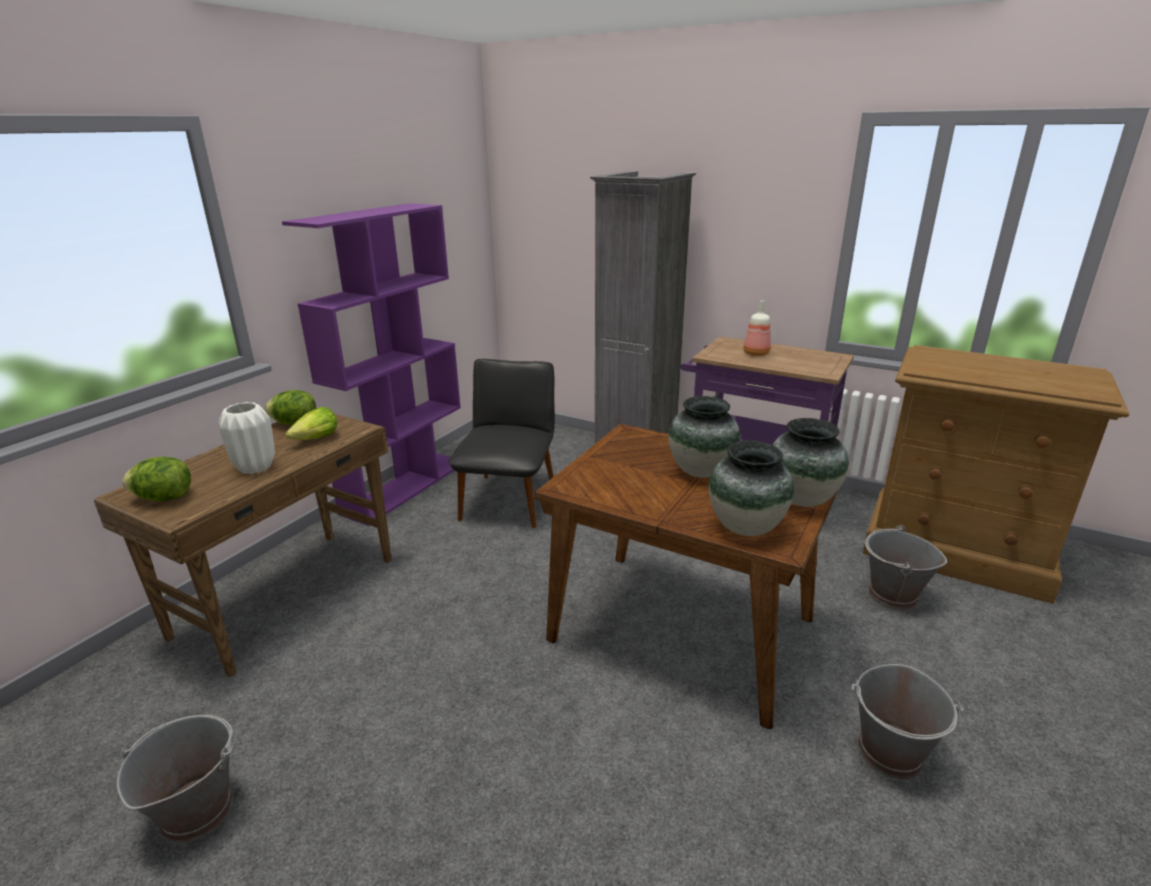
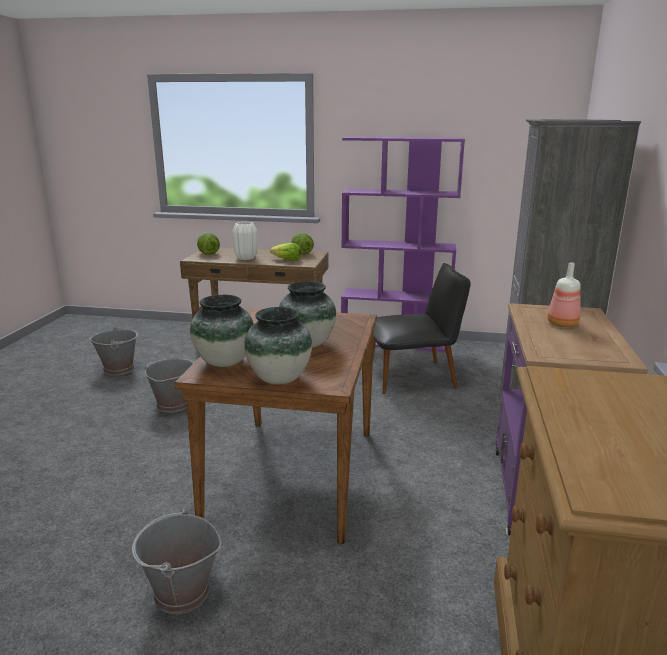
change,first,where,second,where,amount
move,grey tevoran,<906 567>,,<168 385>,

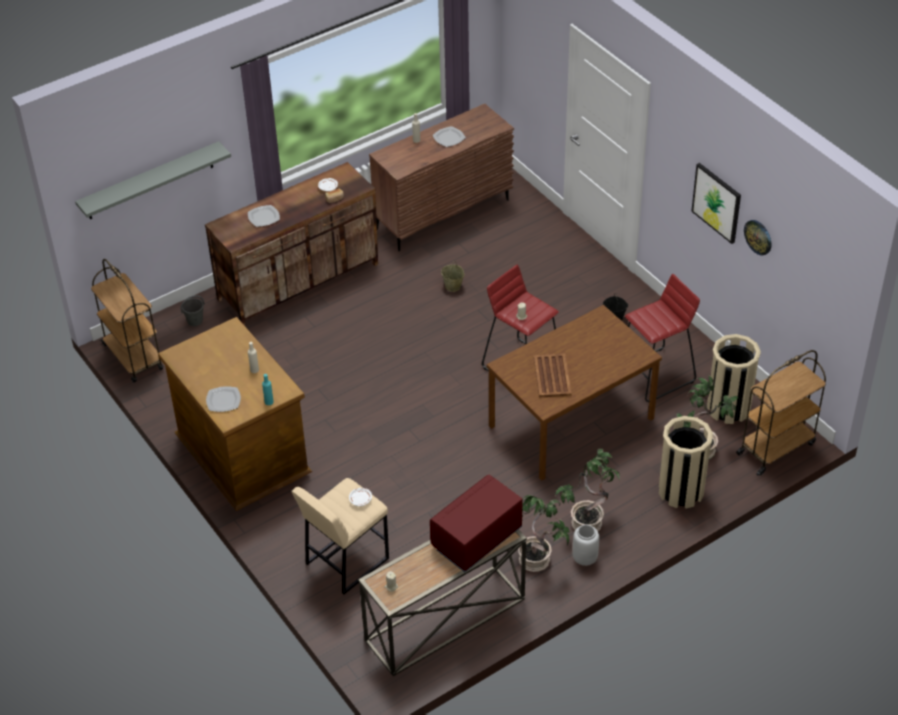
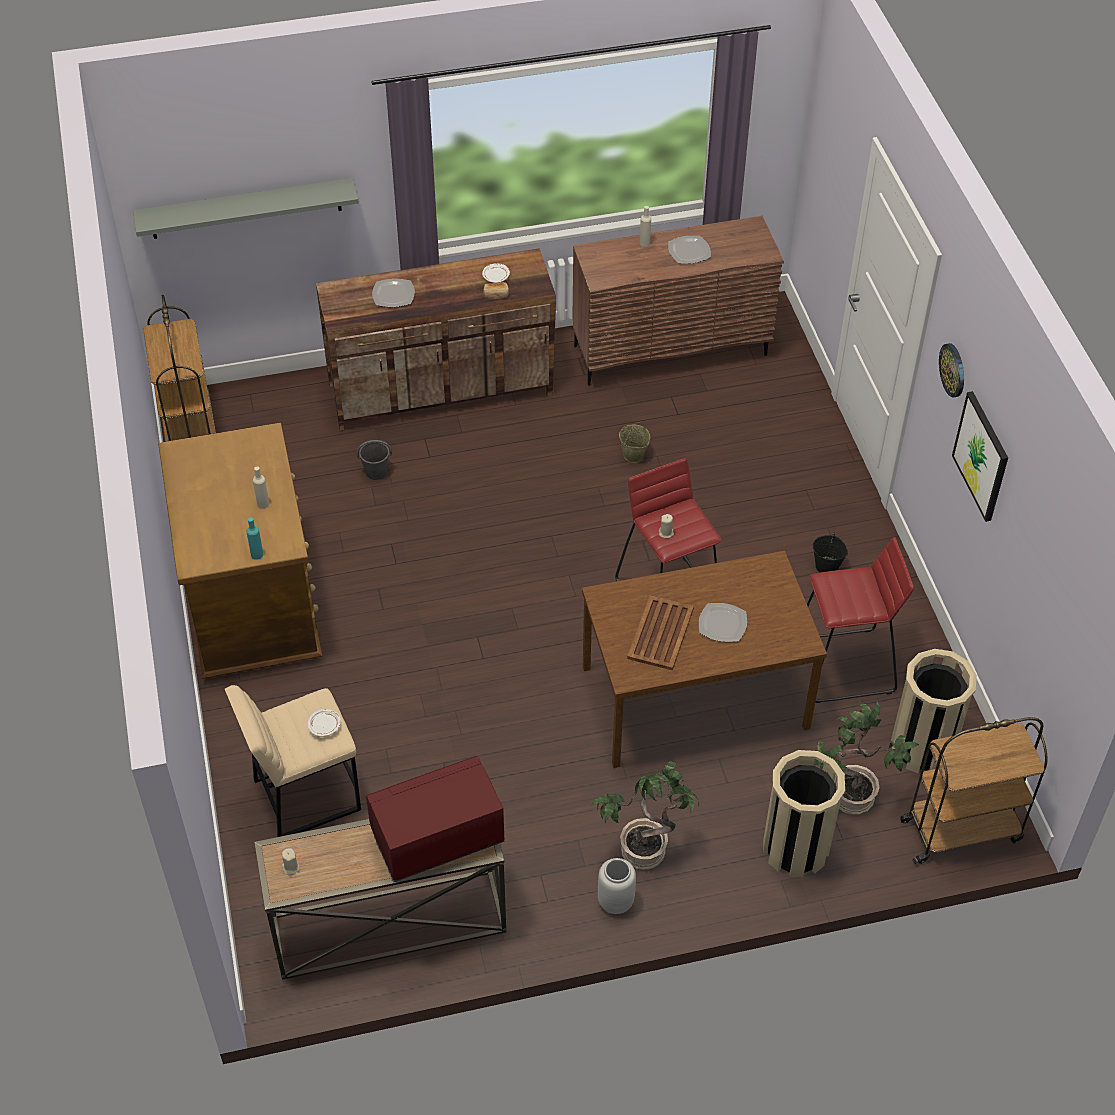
change,first,where,second,where,amount
move,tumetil,<757 237>,,<951 370>,
move,grey tevoran,<193 310>,,<374 460>,
move,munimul,<223 399>,,<723 622>,
delete,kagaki,<544 533>,,,

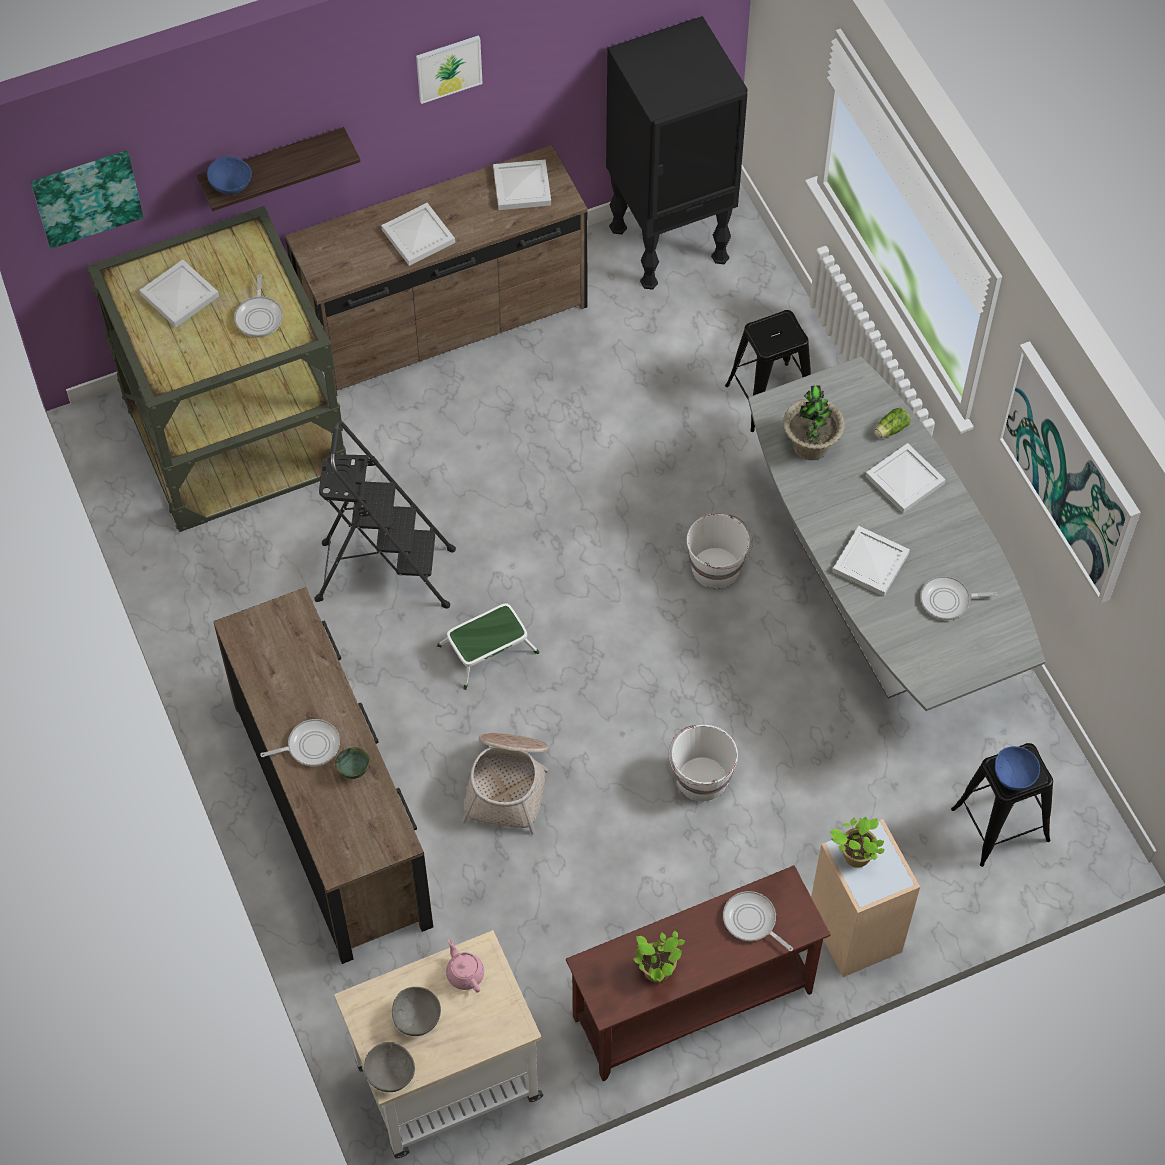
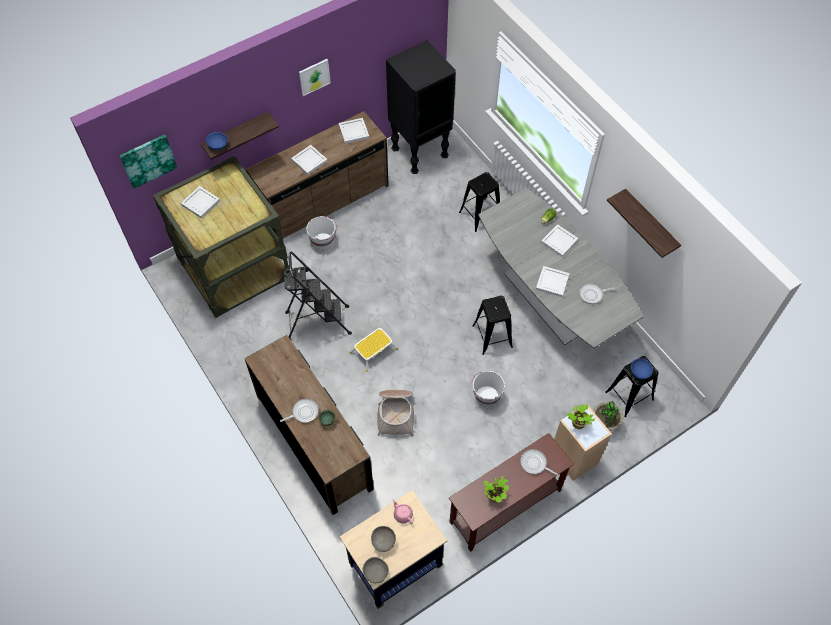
change,first,where,second,where,amount
delete,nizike,<258 306>,,,
replace,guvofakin,<1069 472>,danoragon,<644 223>,
move,kagaki,<814 422>,,<608 416>,
move,white tevoran,<720 551>,,<321 233>,
recolor,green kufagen,<488 646>,yellow kufagen,<373 350>,
recolor,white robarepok,<438 1044>,blue robarepok,<393 549>,
insert,,,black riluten,<492 325>,

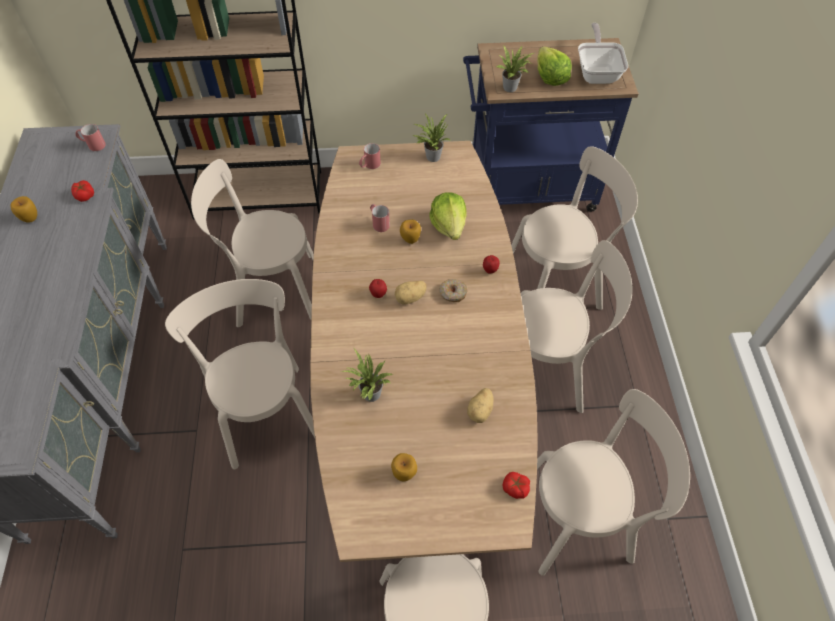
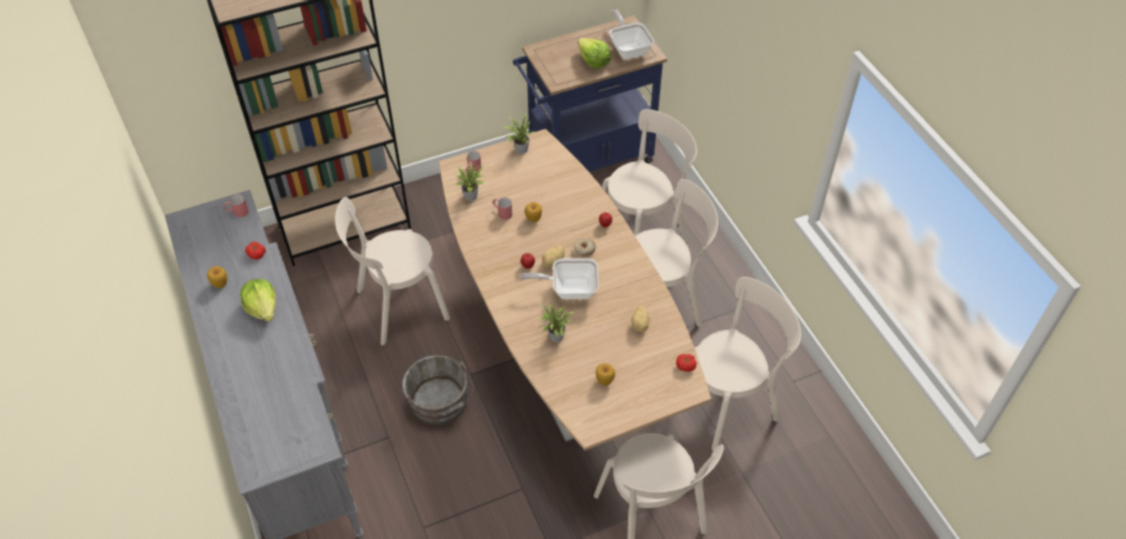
change,first,where,second,where,amount
move,kagaki,<515 68>,,<470 181>,
move,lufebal,<448 216>,,<258 300>,
replace,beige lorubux,<240 374>,grey tevoran,<438 389>,
insert,,,nizike,<559 278>,

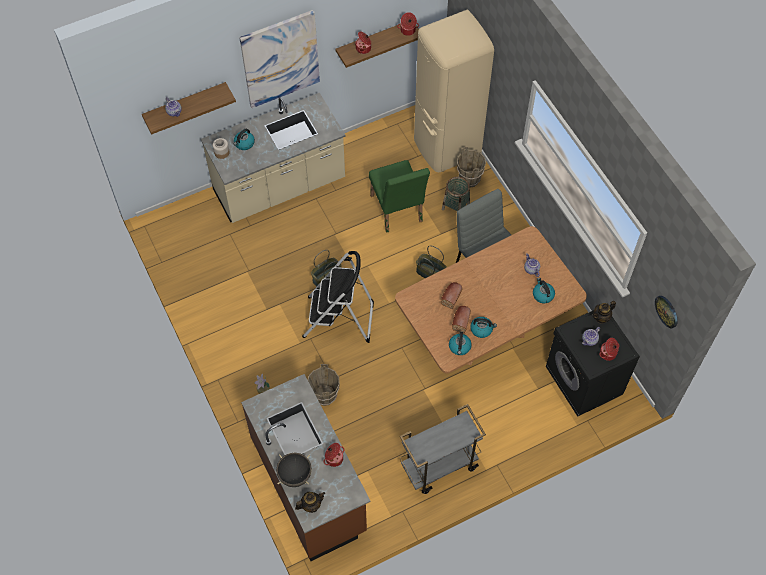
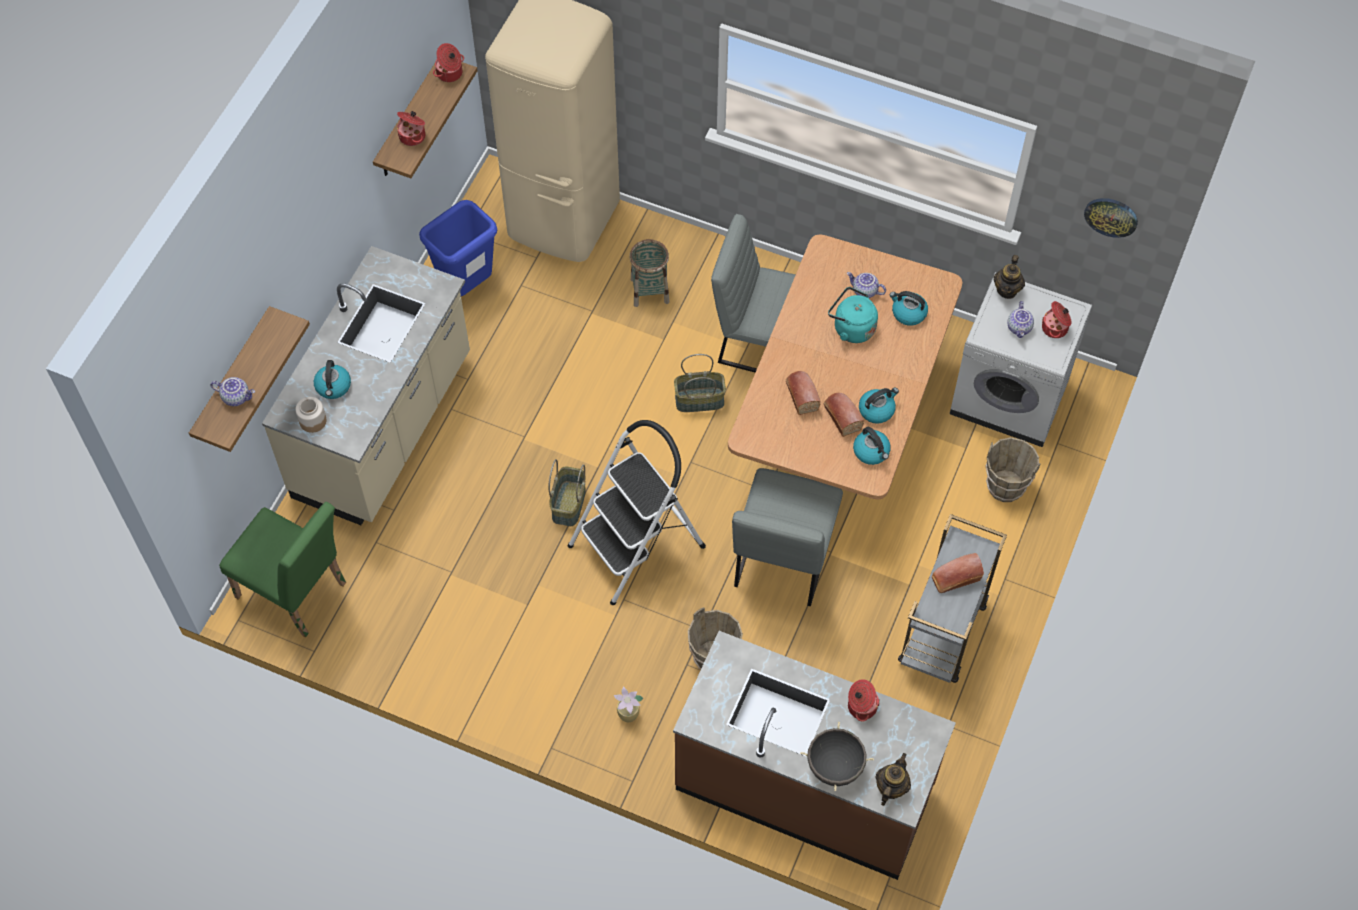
change,first,where,second,where,amount
delete,guvofakin,<279 59>,,,
move,brown tevoran,<471 167>,,<1012 469>,
move,green lorubux,<399 196>,,<282 569>,
recolor,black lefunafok,<593 363>,white lefunafok,<1021 359>,
insert,,,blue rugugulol,<458 248>,
insert,,,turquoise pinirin,<853 315>,
insert,,,grey lorubux,<787 537>,
insert,,,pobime,<958 573>,

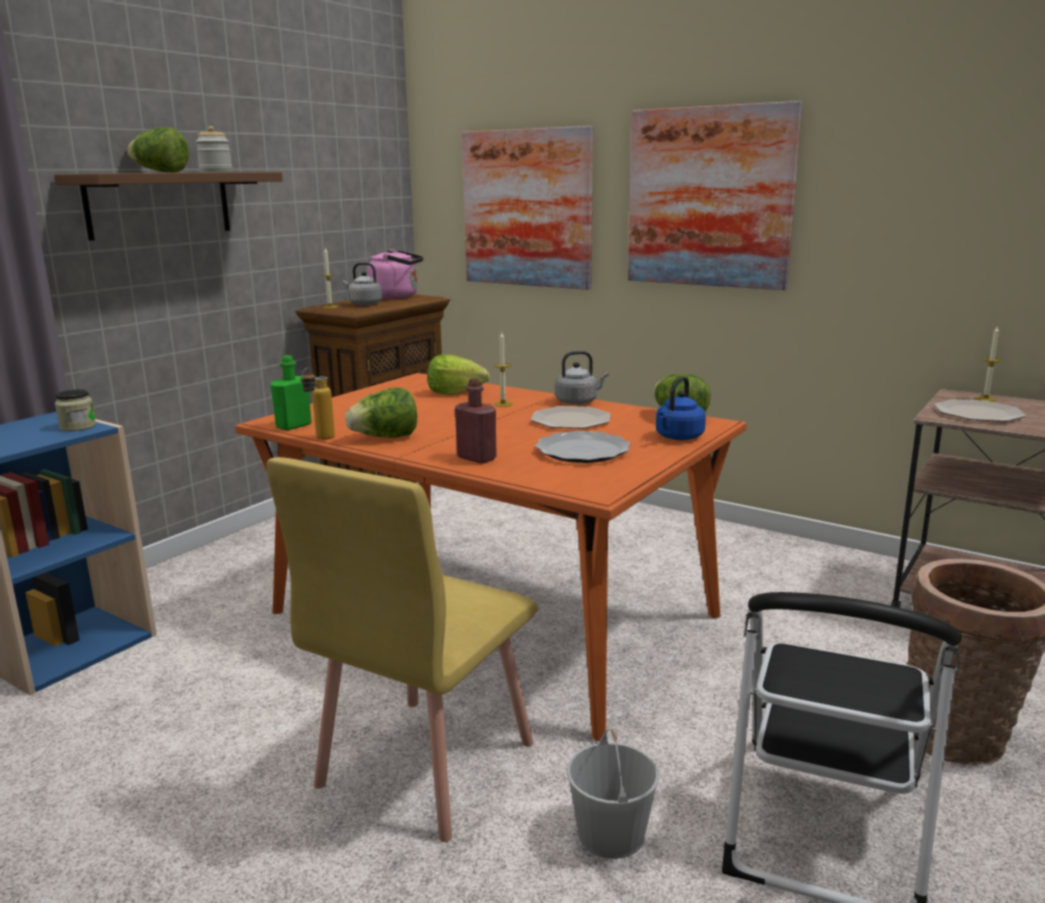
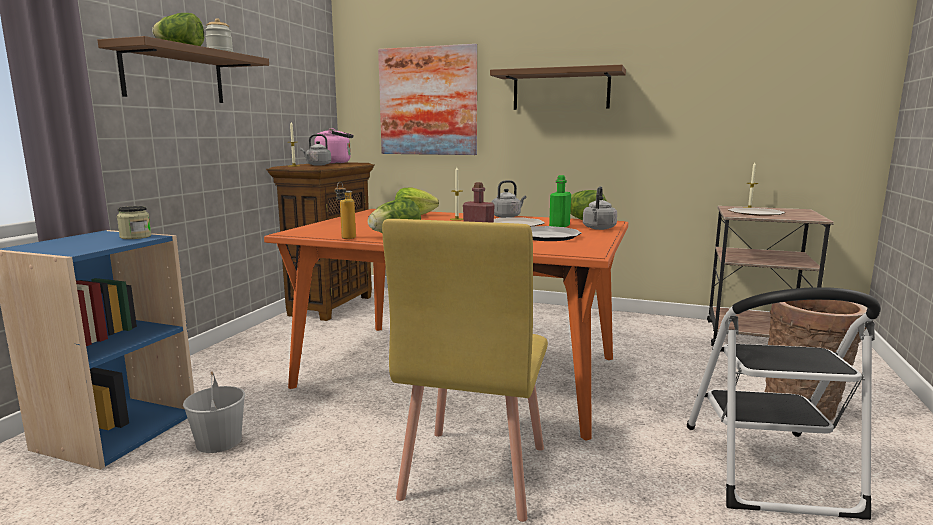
change,first,where,second,where,amount
replace,guvofakin,<715 195>,brown danoragon,<558 87>,
move,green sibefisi,<291 392>,,<560 201>,
recolor,blue pinirin,<681 408>,grey pinirin,<600 208>,
move,white tevoran,<613 794>,,<214 412>,

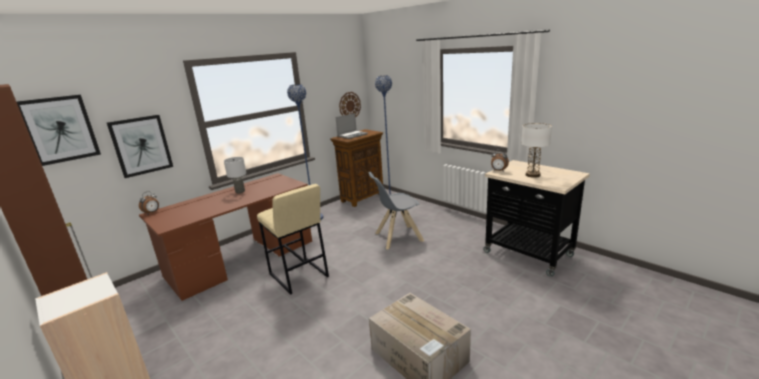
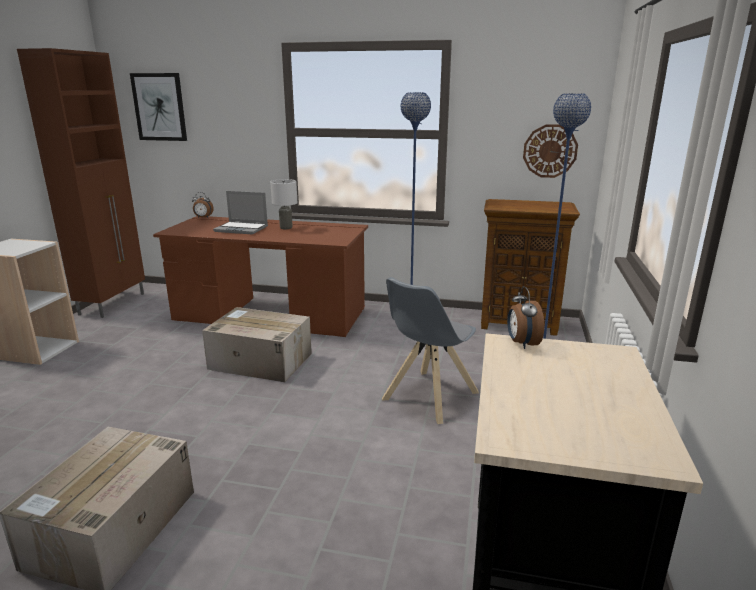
change,first,where,second,where,amount
move,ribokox,<351 126>,,<240 213>,
delete,guvofakin,<140 146>,,,
delete,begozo,<536 150>,,,
rotate,grey lorubux,<396 211>,,<430 350>,90 degrees counterclockwise
replace,beige riluten,<293 239>,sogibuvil,<257 344>,

